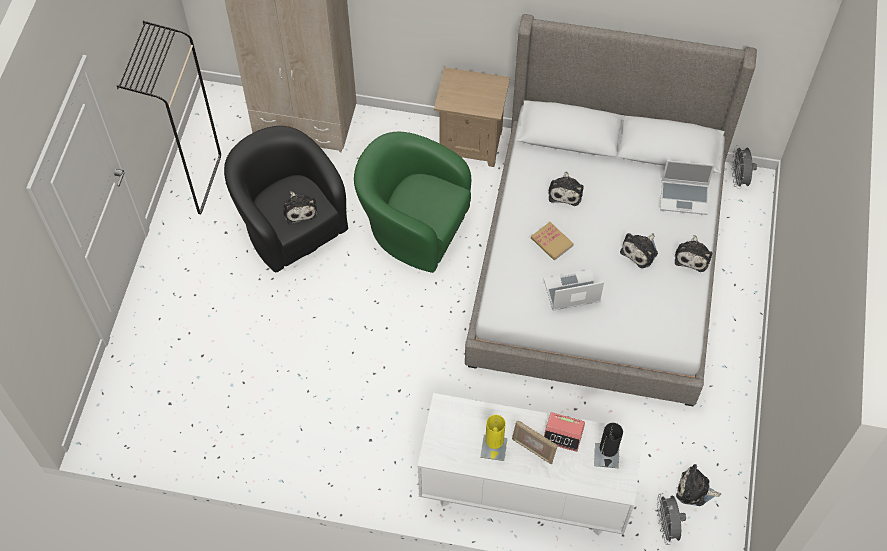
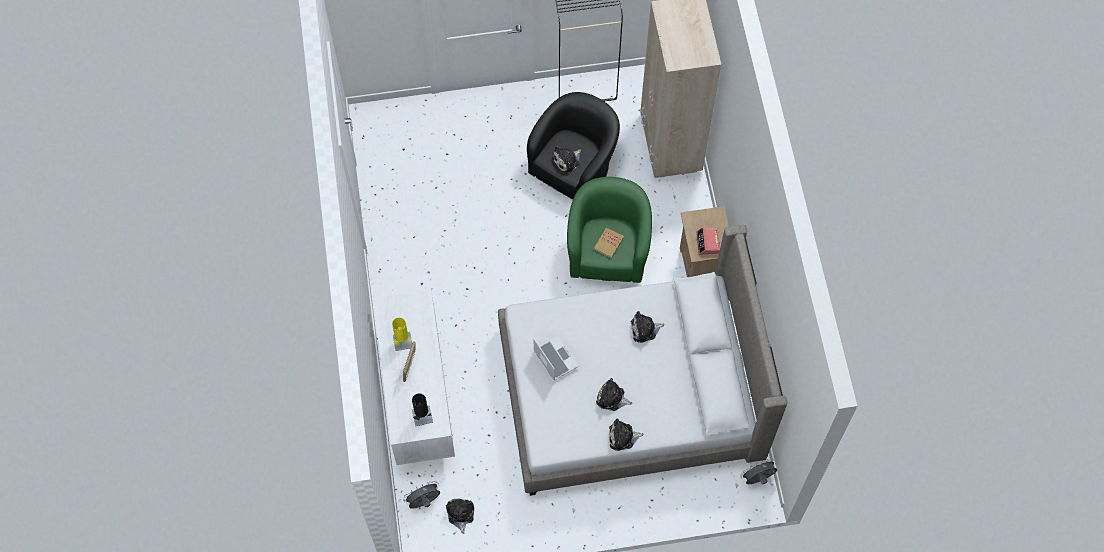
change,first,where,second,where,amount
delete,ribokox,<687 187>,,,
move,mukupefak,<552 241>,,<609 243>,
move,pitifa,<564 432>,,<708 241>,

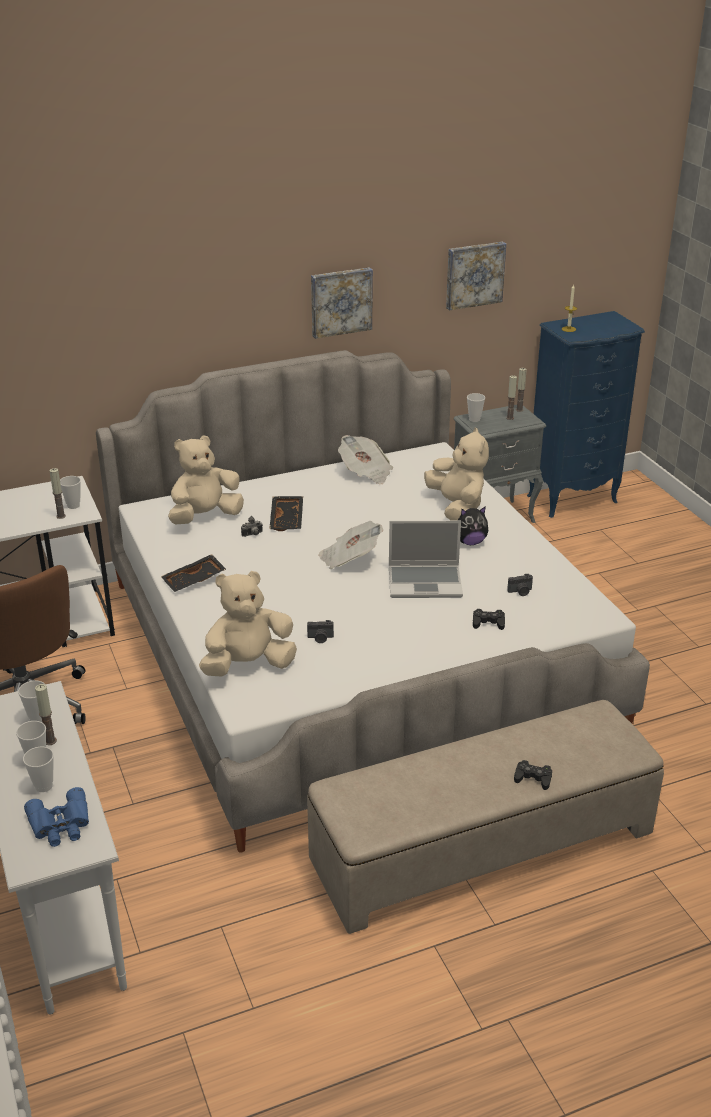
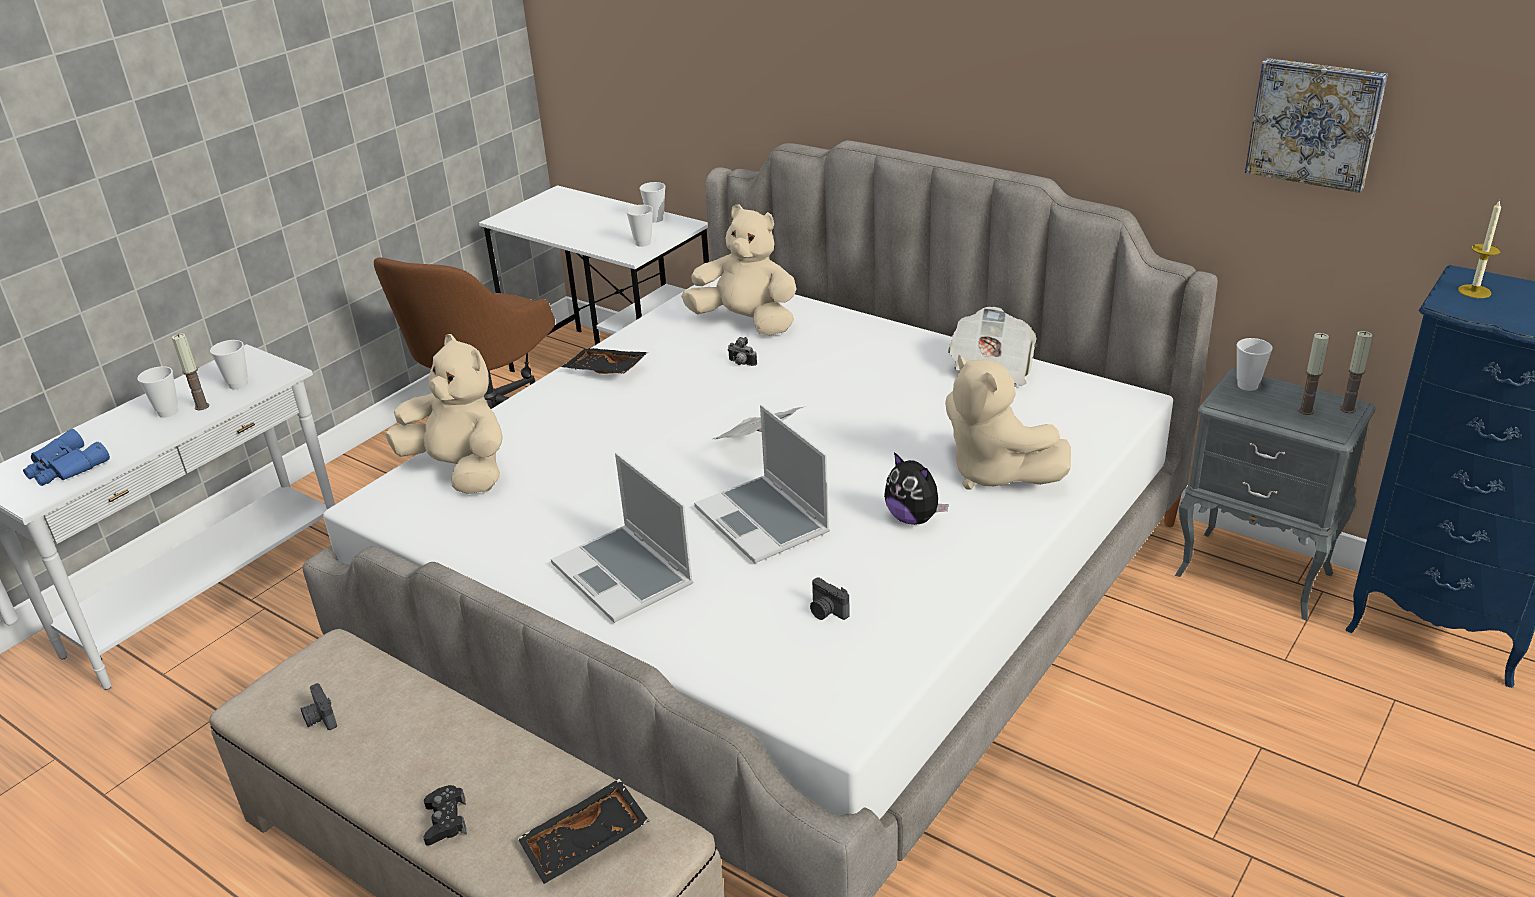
change,first,where,second,where,amount
delete,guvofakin,<342 303>,,,
rotate,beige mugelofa,<456 474>,,<1008 422>,105 degrees clockwise
delete,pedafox,<58 493>,,,
move,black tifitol,<286 513>,,<583 831>,
delete,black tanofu,<489 619>,,,
move,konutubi,<320 631>,,<318 706>,
move,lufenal,<38 769>,,<652 202>,
insert,,,ribokox,<622 538>,

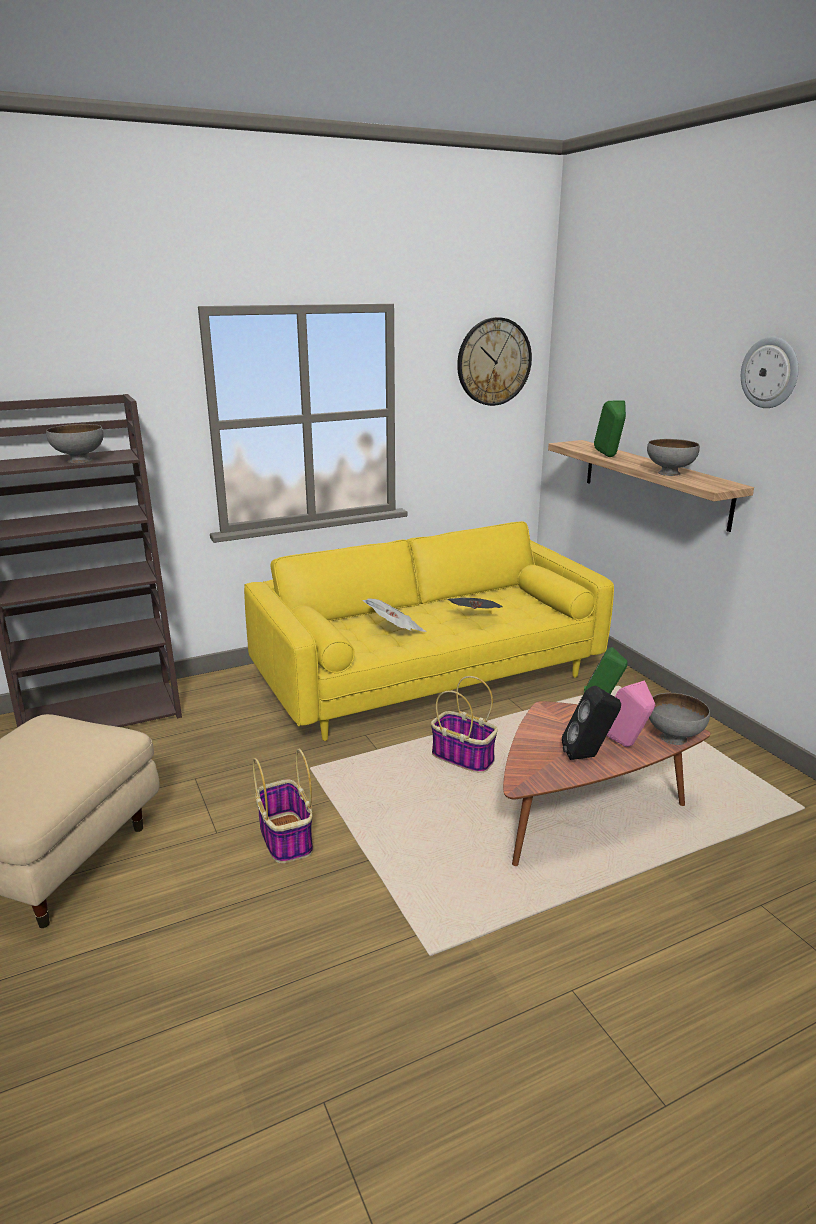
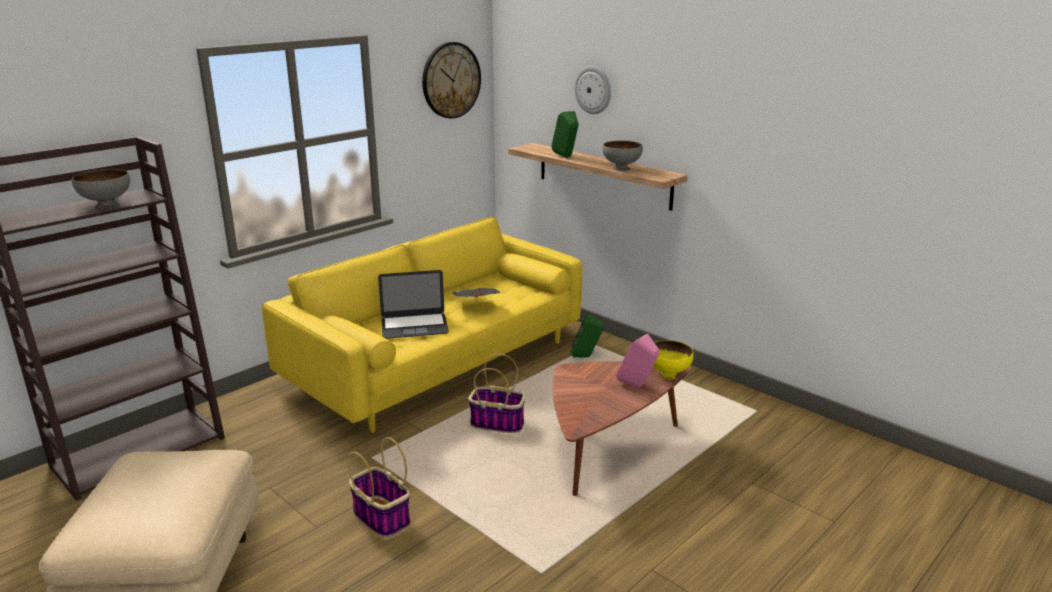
change,first,where,second,where,amount
move,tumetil,<770 372>,,<592 90>,
replace,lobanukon,<394 615>,ribokox,<413 304>,
delete,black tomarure,<591 722>,,,
recolor,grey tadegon,<679 719>,yellow tadegon,<673 360>,

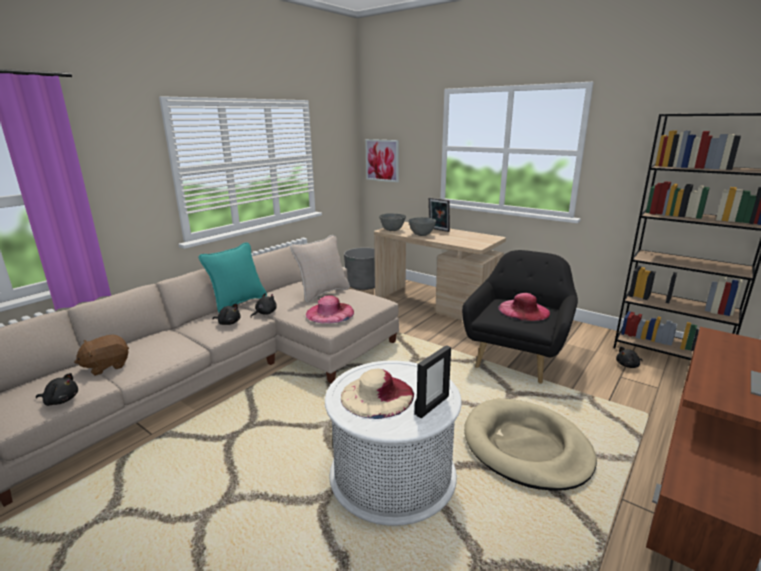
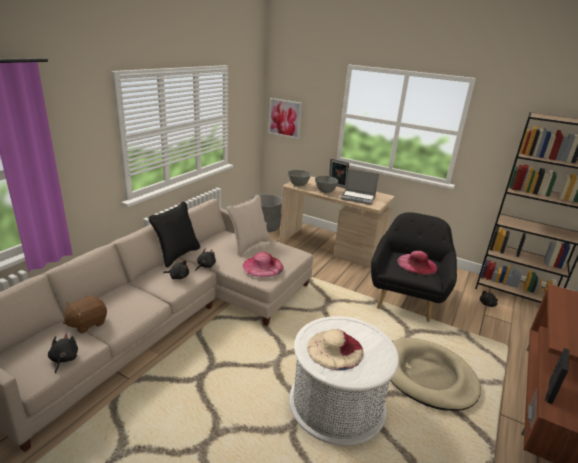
change,first,where,second,where,amount
recolor,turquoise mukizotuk,<233 277>,black mukizotuk,<174 234>,
move,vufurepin,<433 381>,,<557 376>,
rotate,black mugelofa,<57 389>,,<63 354>,90 degrees counterclockwise
insert,,,ribokox,<359 187>,

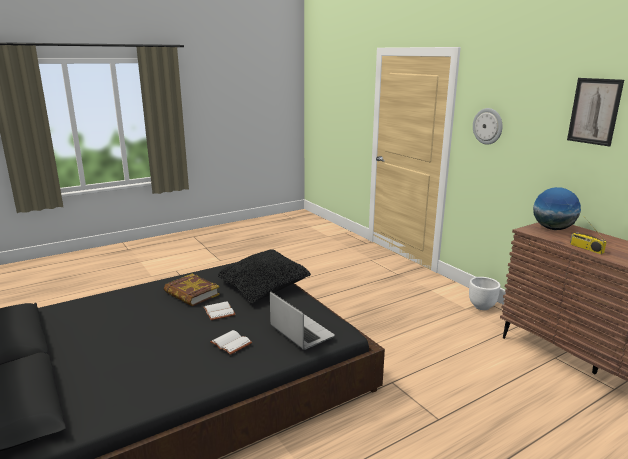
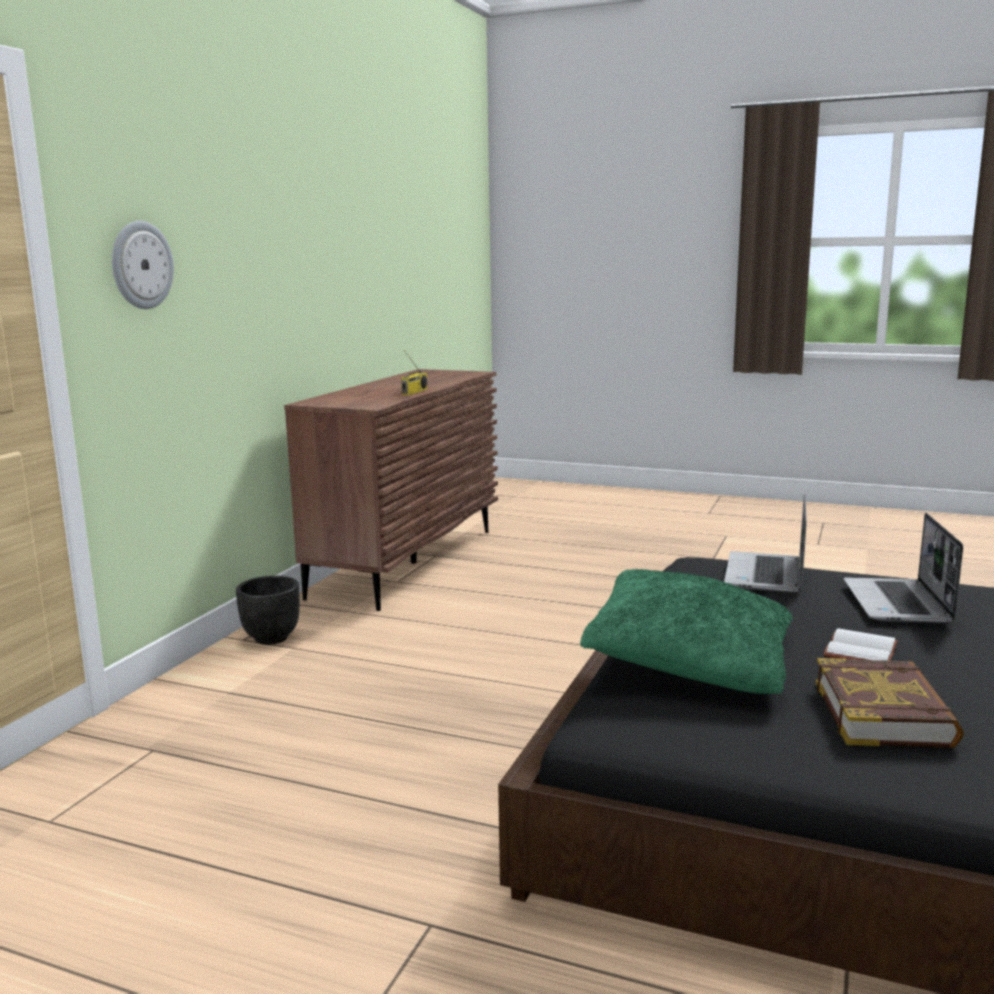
change,first,where,second,where,amount
delete,guvofakin,<595 112>,,,
delete,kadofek,<557 208>,,,
recolor,black mukizotuk,<264 276>,green mukizotuk,<686 631>,
recolor,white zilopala,<484 293>,black zilopala,<268 610>,
replace,white mukupefak,<231 342>,ribokox,<903 568>,

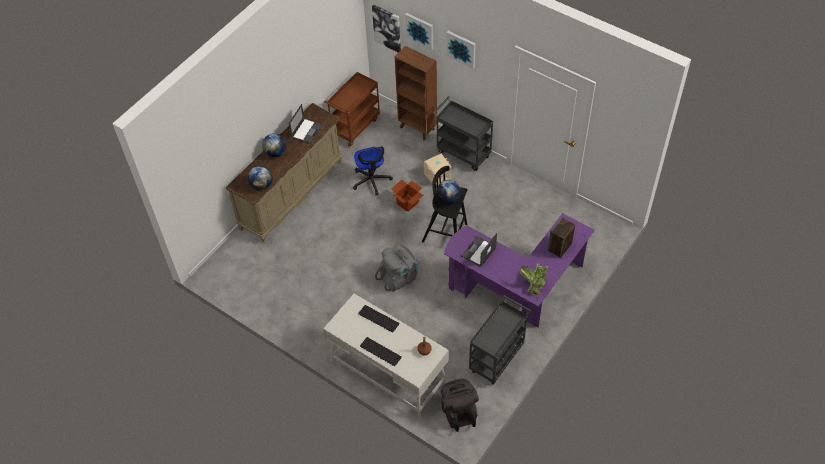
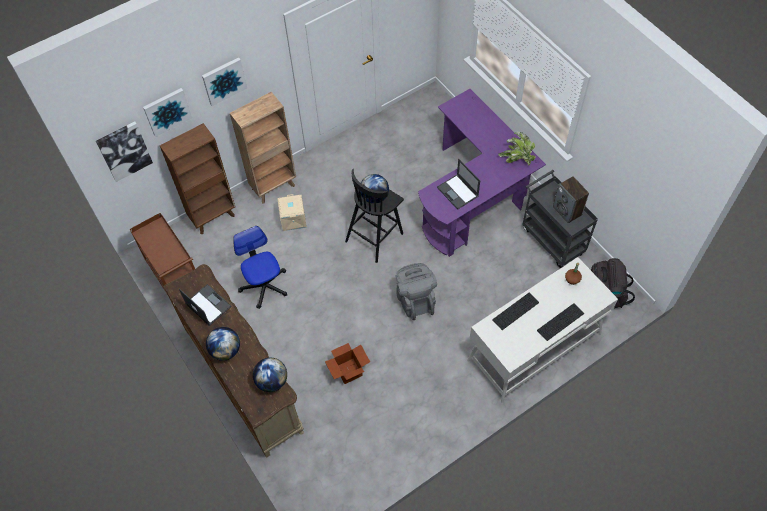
change,first,where,second,where,amount
replace,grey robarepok,<462 133>,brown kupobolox,<263 148>,
rotate,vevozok,<373 170>,,<260 267>,120 degrees counterclockwise
move,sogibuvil,<407 196>,,<347 363>,
move,tomarure,<561 237>,,<571 200>,

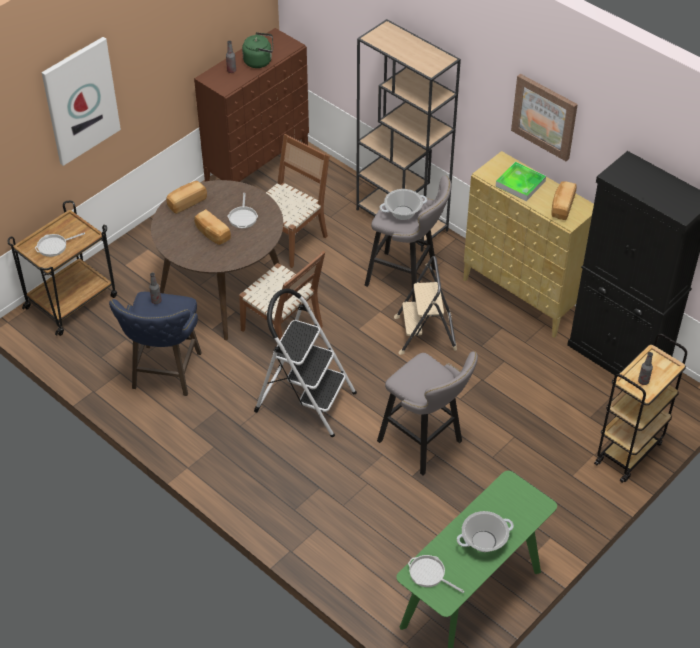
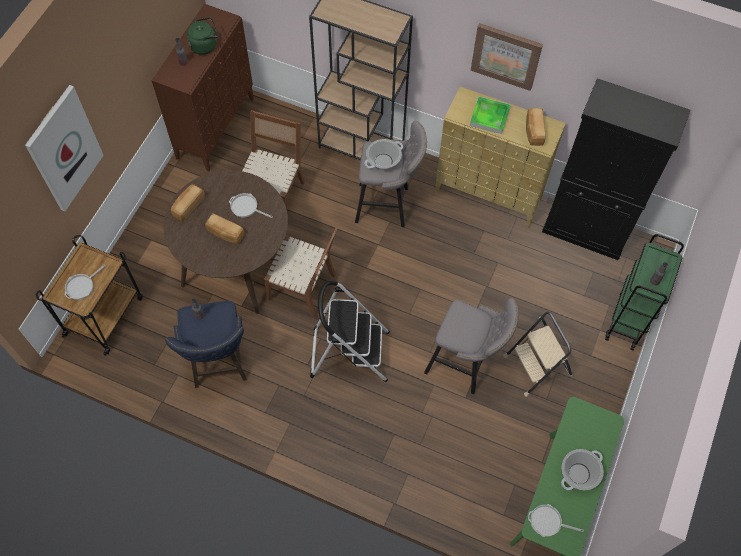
change,first,where,second,where,amount
rotate,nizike,<243 210>,,<251 205>,135 degrees clockwise
move,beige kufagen,<425 305>,,<538 354>,
recolor,brown robarepok,<640 408>,green robarepok,<644 292>,

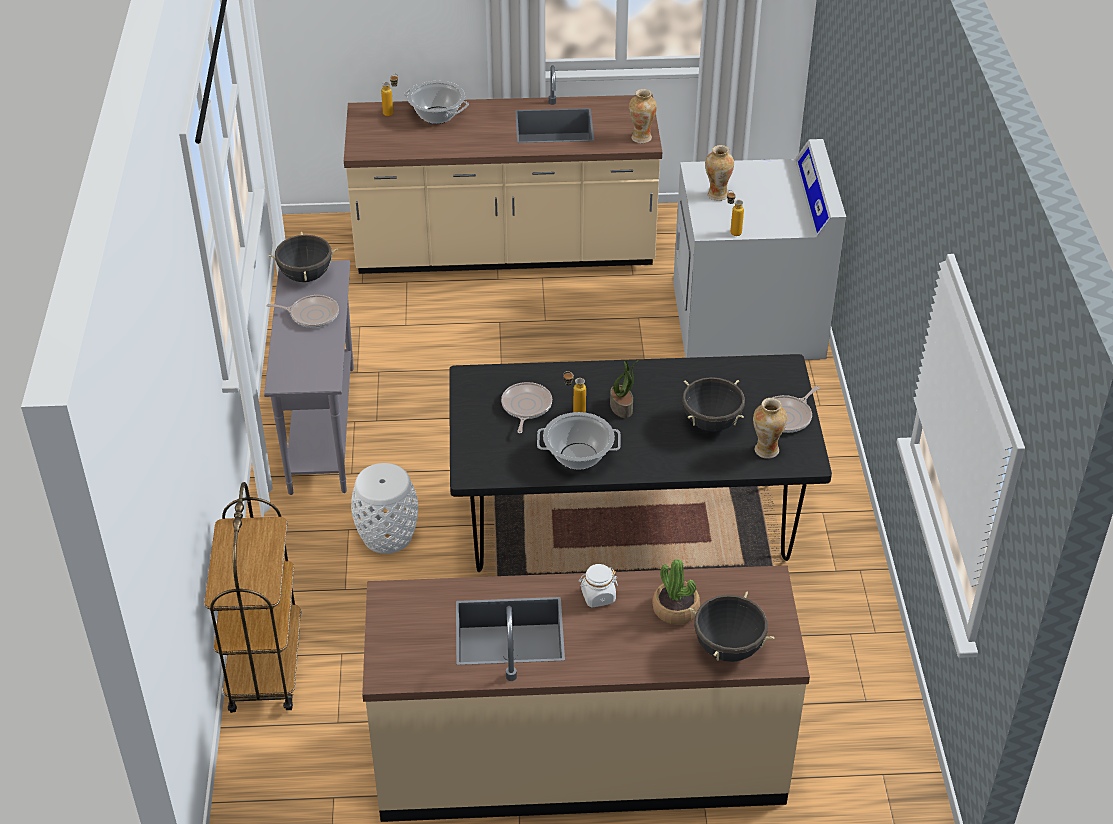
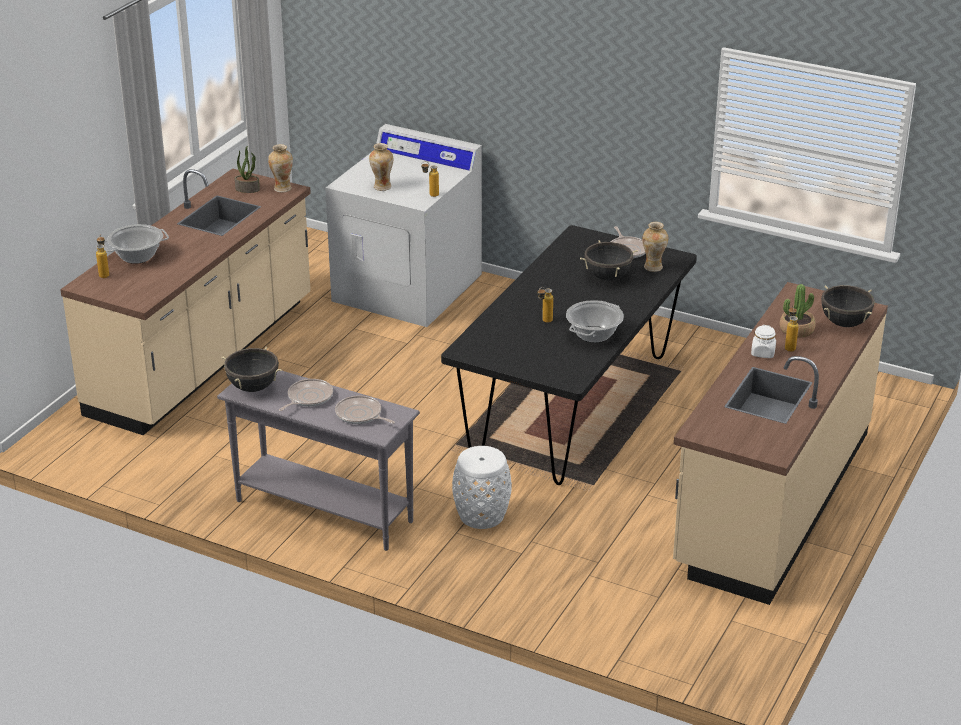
change,first,where,second,where,amount
move,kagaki,<624 389>,,<247 169>,
move,nizike,<526 407>,,<365 409>,
delete,brown robarepok,<252 597>,,,
insert,,,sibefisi,<792 328>,

